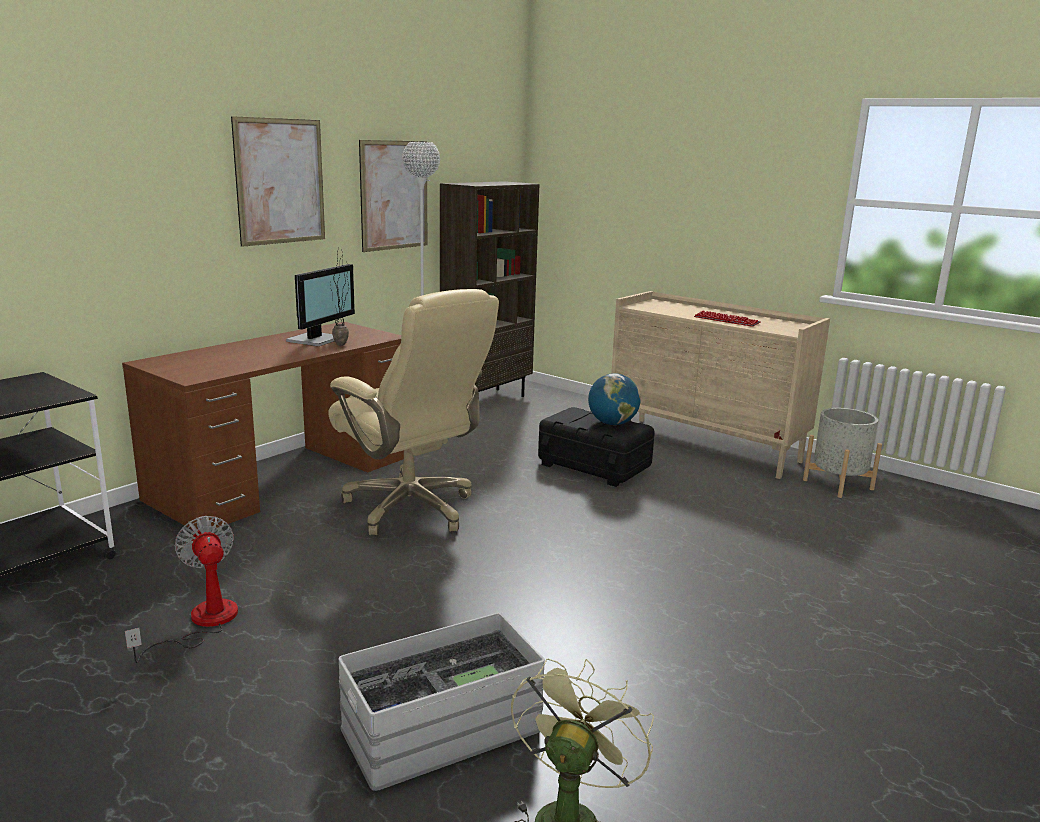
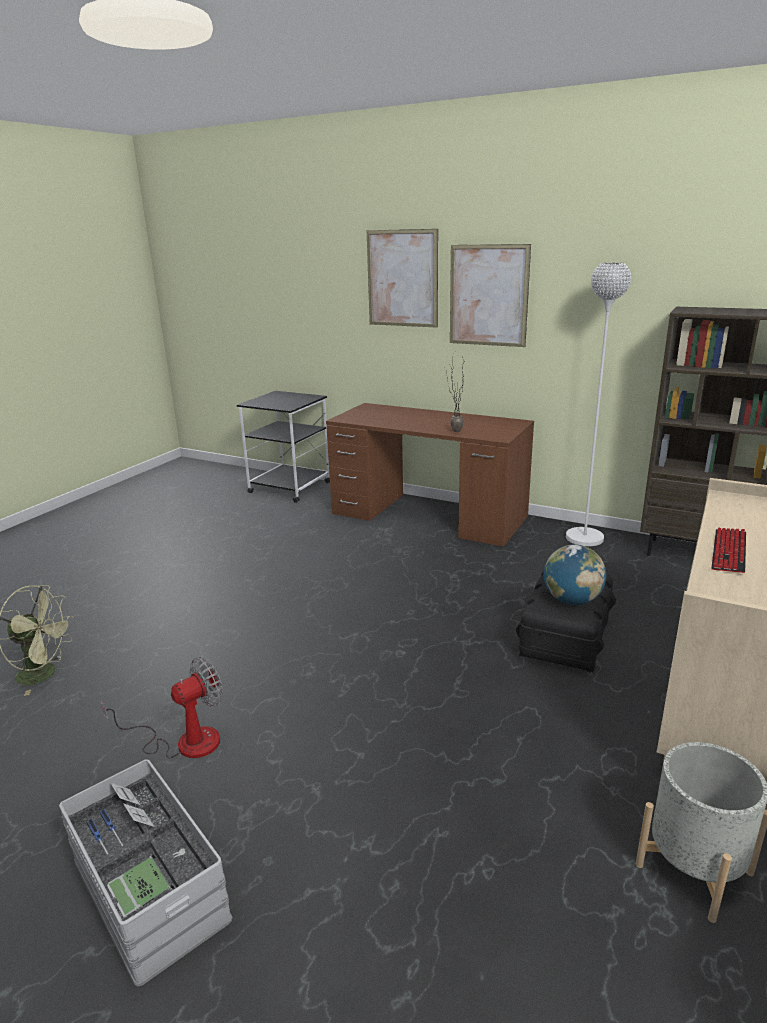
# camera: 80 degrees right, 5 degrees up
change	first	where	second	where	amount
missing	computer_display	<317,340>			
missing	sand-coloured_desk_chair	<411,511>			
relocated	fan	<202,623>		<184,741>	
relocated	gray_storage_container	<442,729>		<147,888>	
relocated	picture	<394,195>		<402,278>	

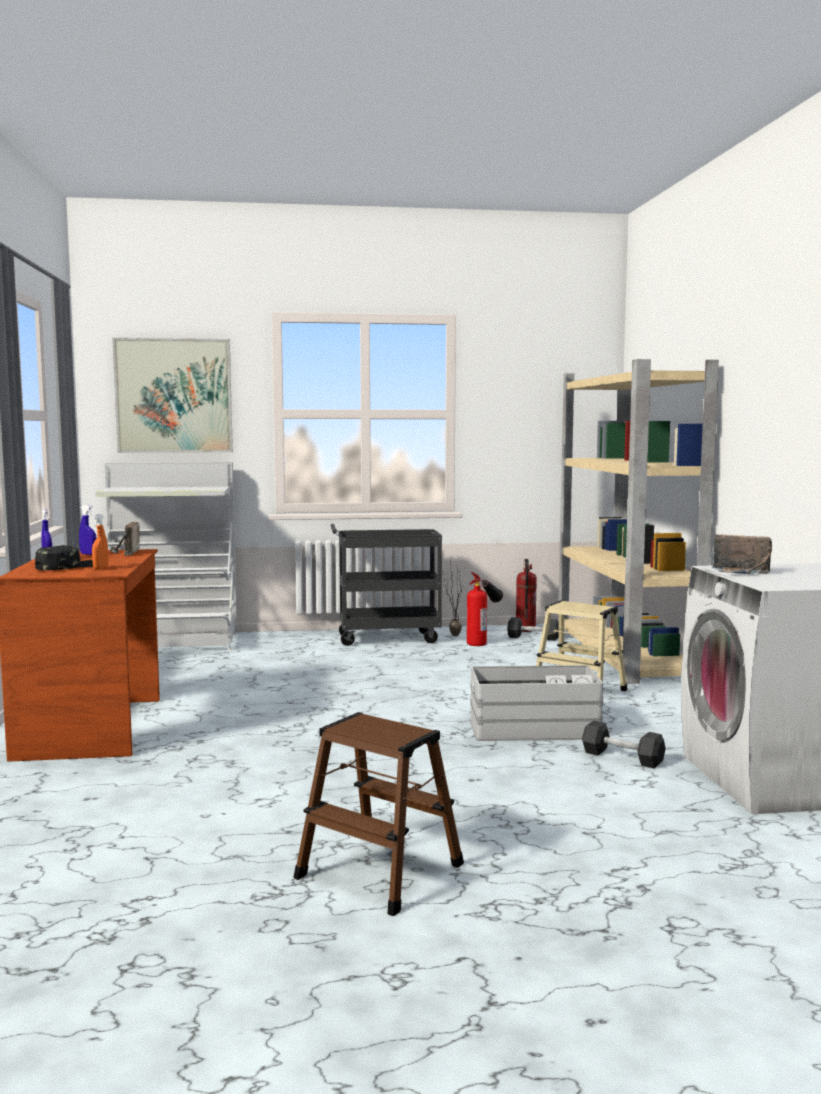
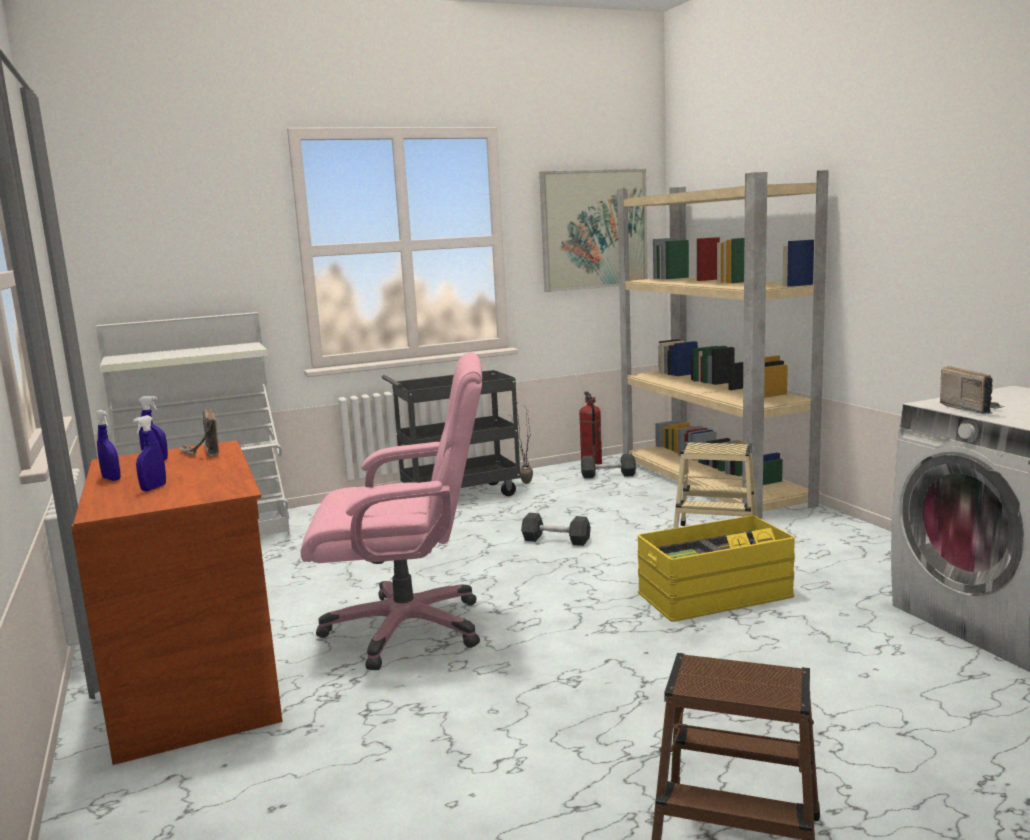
# camera: 15 degrees left, 5 degrees up
change	first	where	second	where	amount
missing	orange_sprayer	<100,568>			
missing	extinguisher	<483,640>			
appeared			pink_desk_chair	<407,628>	
relocated	picture	<174,396>		<594,230>	
relocated	gray_dumbbell	<622,758>		<556,540>	
exchanged	blackish_cap	<66,567>	blue_sprayer	<153,488>	
colour	gray_storage_container	<534,728>	yellow-coloured_storage_container	<714,593>	
spun	radio_receiver	<740,572>		<970,408>	120 degrees counterclockwise

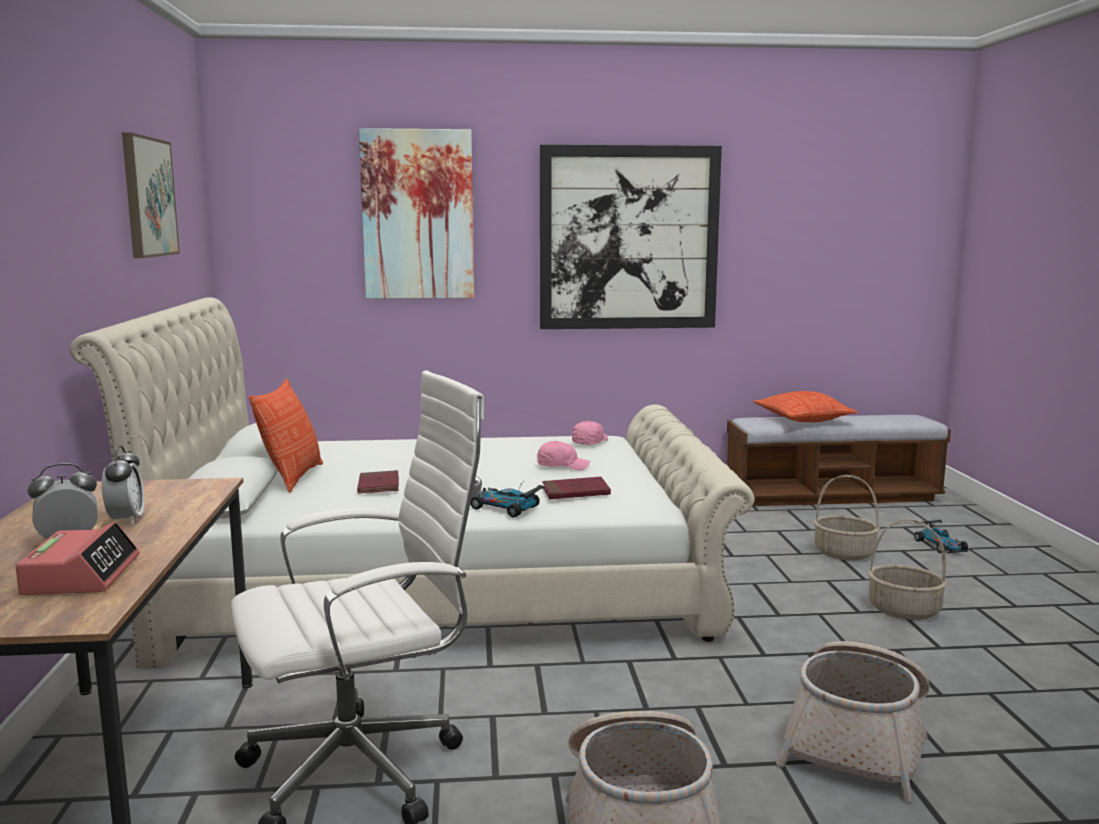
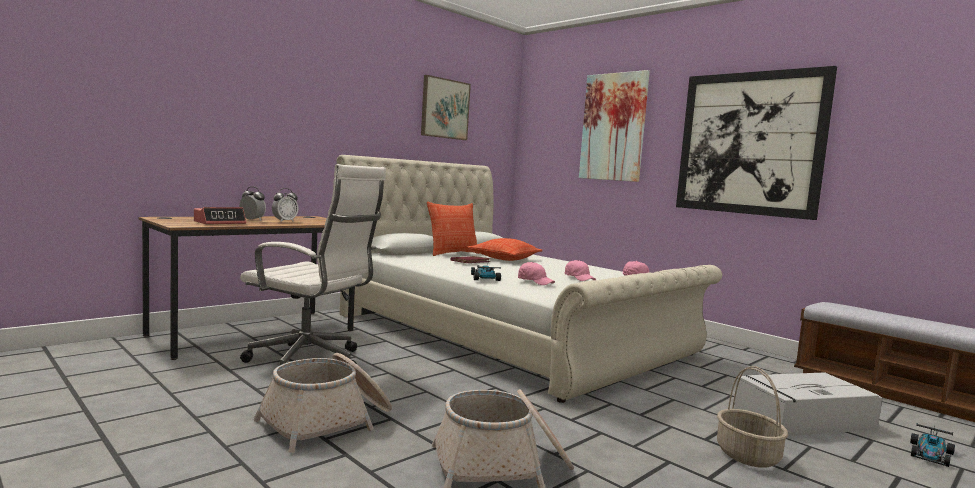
# camera: 50 degrees right, 5 degrees down
change	first	where	second	where	amount
relocated	orange_throw_pillow	<803,420>		<504,259>	
exchanged	red_book	<575,492>	pink_cap	<535,282>	
exchanged	basket	<843,553>	gray_storage_container	<802,419>	

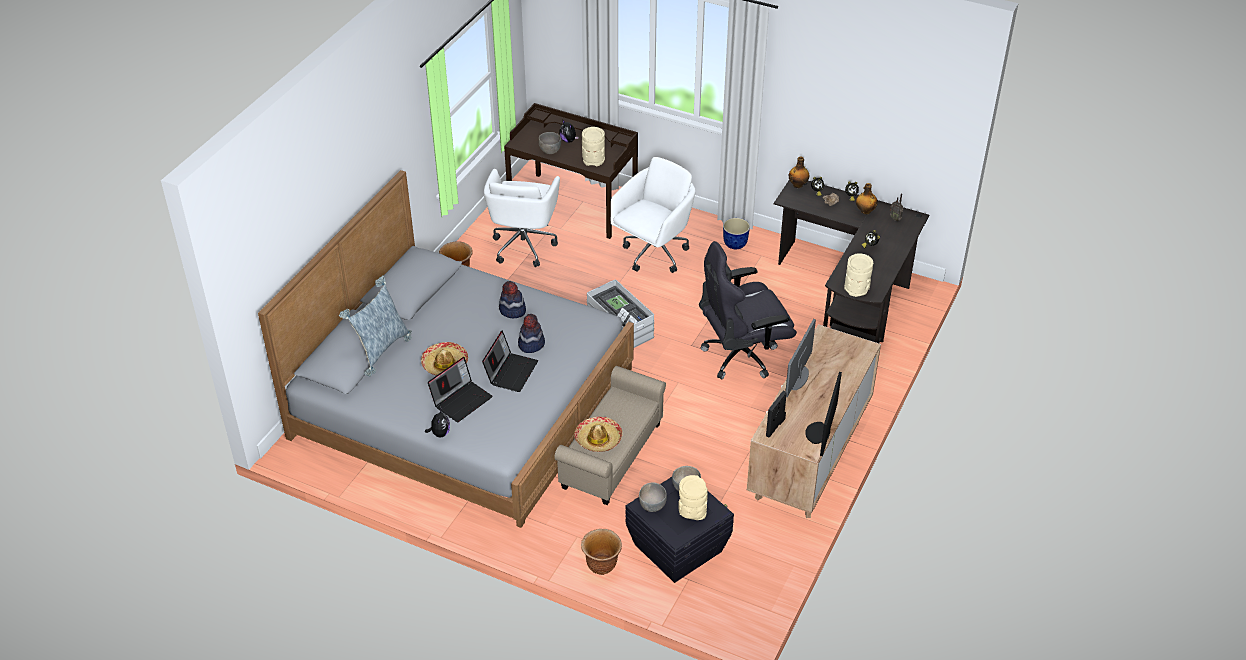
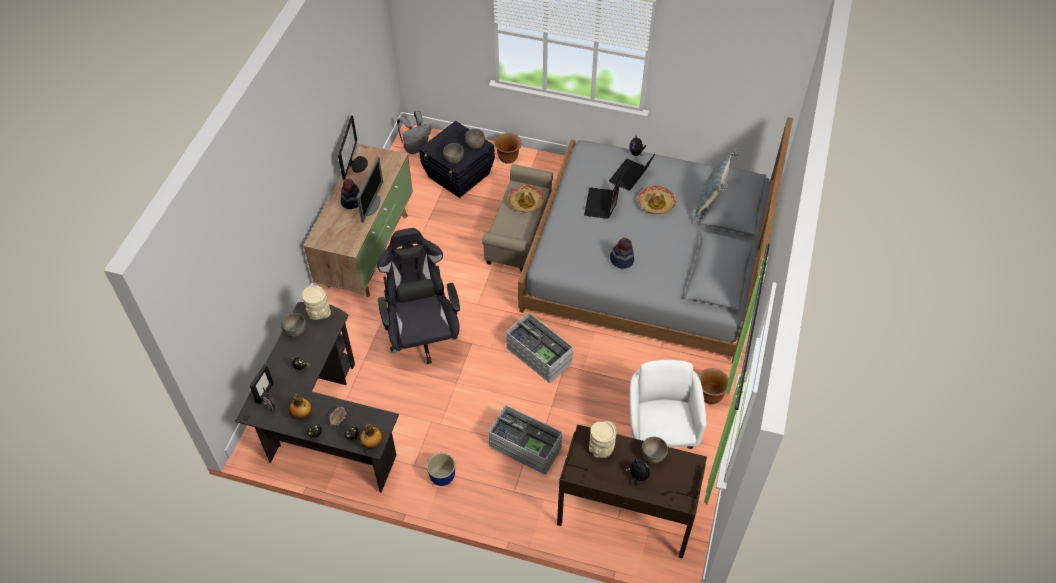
# camera: 170 degrees right, 10 degrees up
change	first	where	second	where	amount
missing	sand-coloured_flower_vase	<691,512>			
appeared			gray_bowl	<295,331>	
appeared			gray_knapsack	<416,147>	
relocated	clothing_hat	<531,344>		<352,201>	
relocated	photo_frame	<775,427>		<264,393>	
exchanged	white_desk_chair	<653,256>	gray_storage_container	<524,447>	
spun	blackish_desk_chair	<744,355>		<423,339>	75 degrees counterclockwise

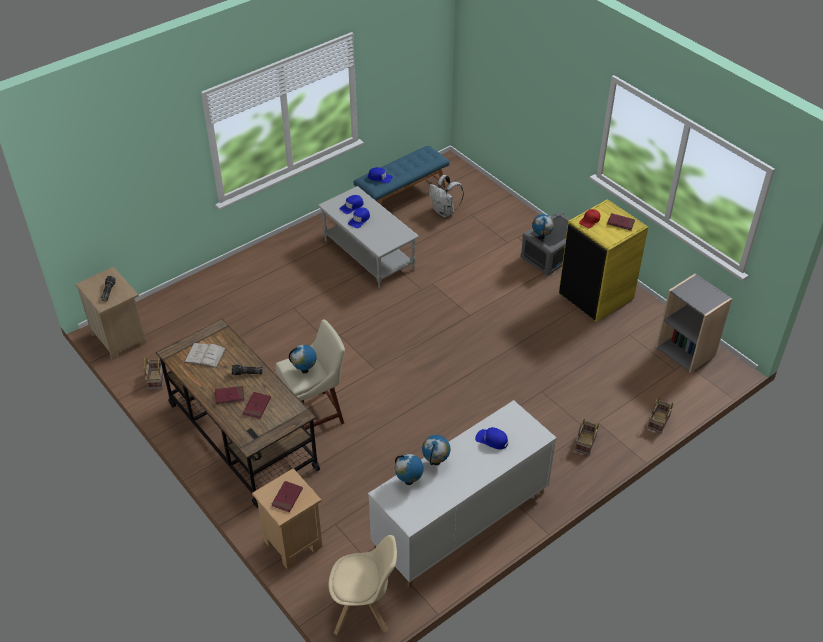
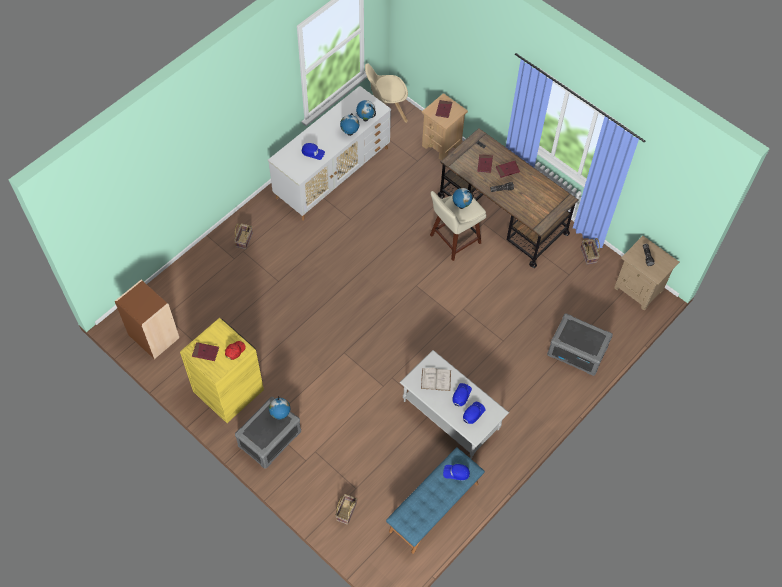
# camera: 170 degrees right, 15 degrees up
change	first	where	second	where	amount
missing	white_knapsack	<444,212>			
appeared			gray_storage_container	<577,351>	
relocated	white_book	<205,355>		<436,379>	
relocated	basket	<659,422>		<346,511>	
colour	gray_bookshelf	<686,351>	brown_bookshelf	<153,336>	

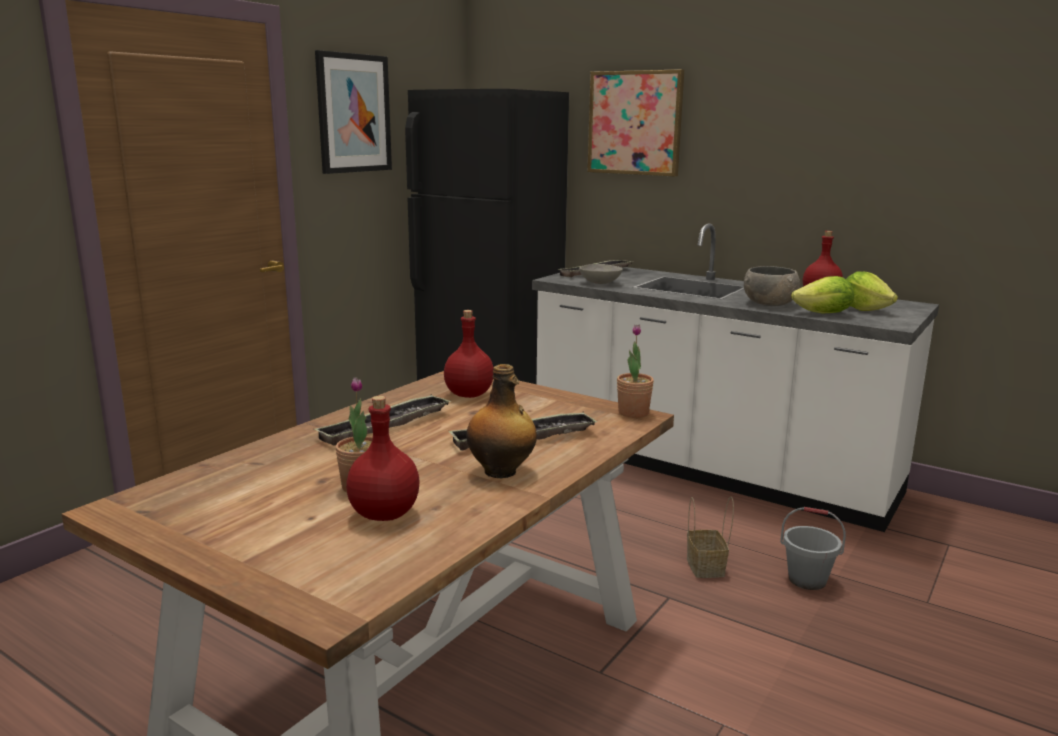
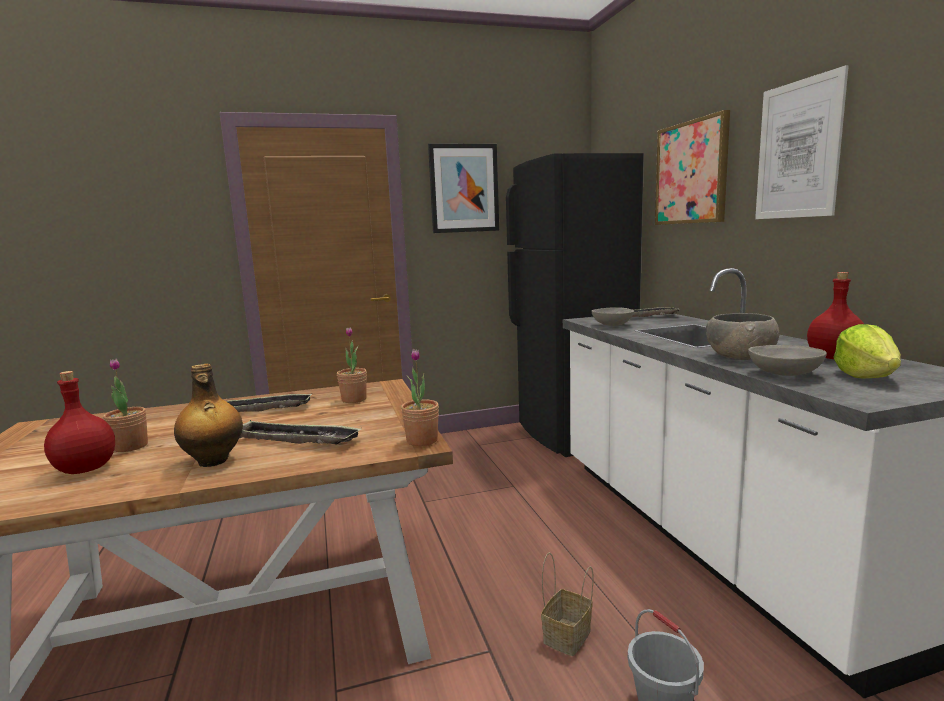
# camera: 40 degrees right, 5 degrees down
change	first	where	second	where	amount
appeared			picture	<798,150>	
exchanged	red_beverage_bottle	<468,394>	potted_plant	<354,399>	
exchanged	lettuce	<824,314>	gray_bowl	<785,374>	

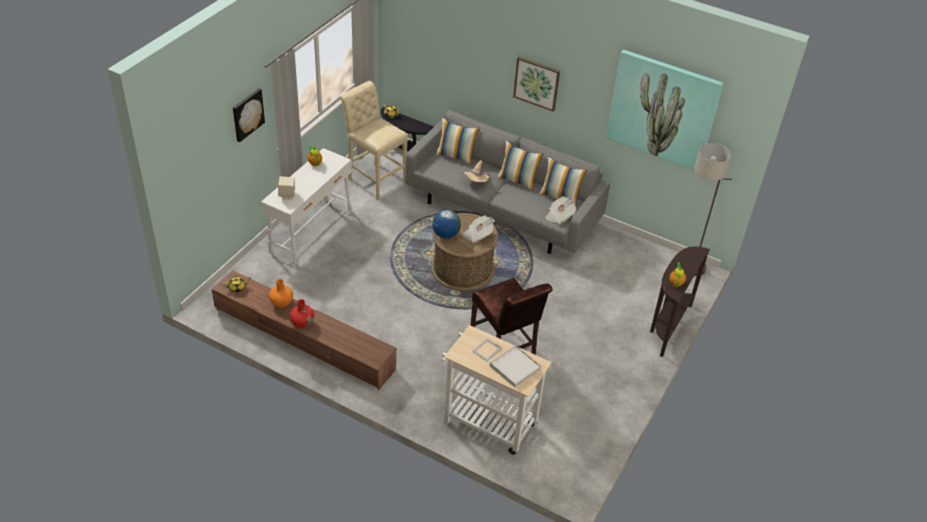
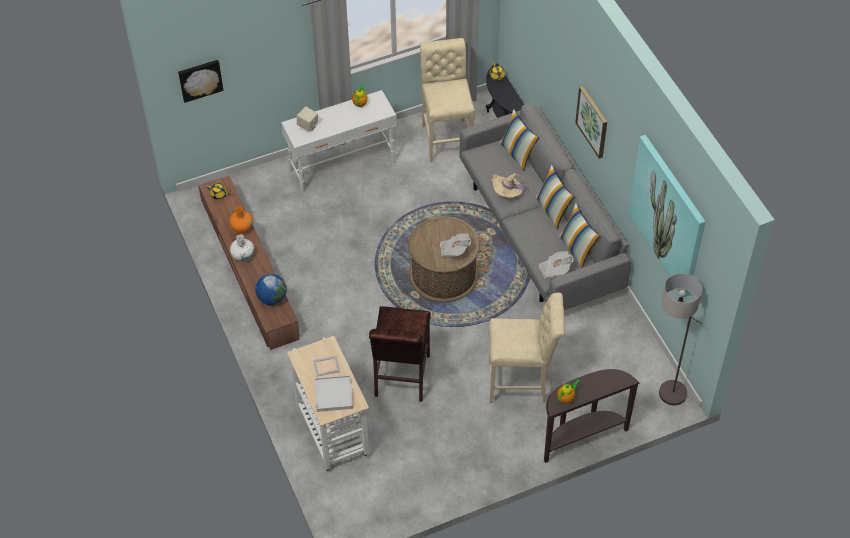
# camera: 40 degrees right, 10 degrees up
change	first	where	second	where	amount
appeared			sand-coloured_stool	<521,383>	
relocated	picture	<247,114>		<200,79>	
relocated	globe	<445,234>		<272,298>	
colour	red_flower_vase	<302,323>	white_flower_vase	<243,255>	

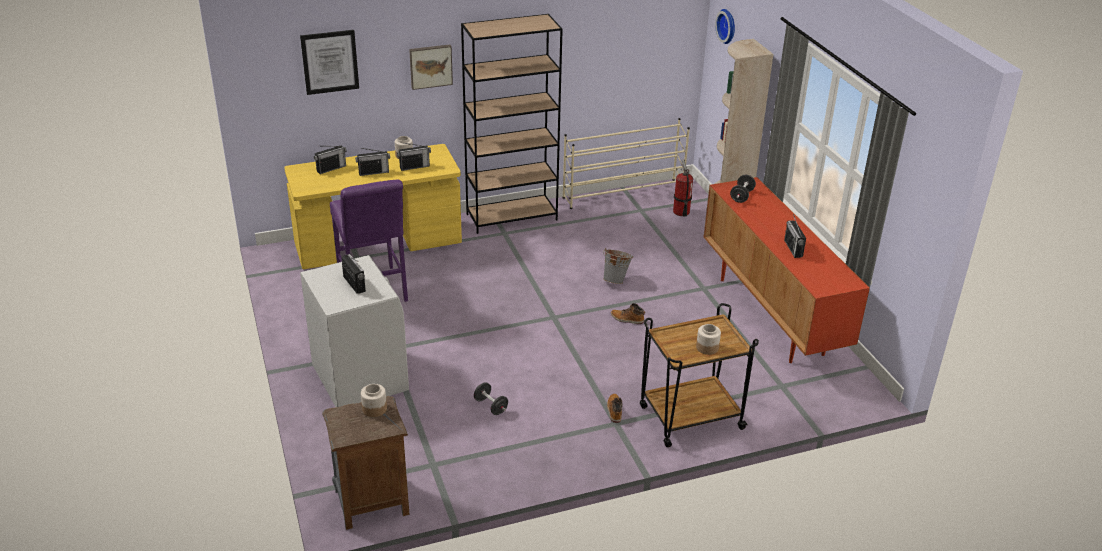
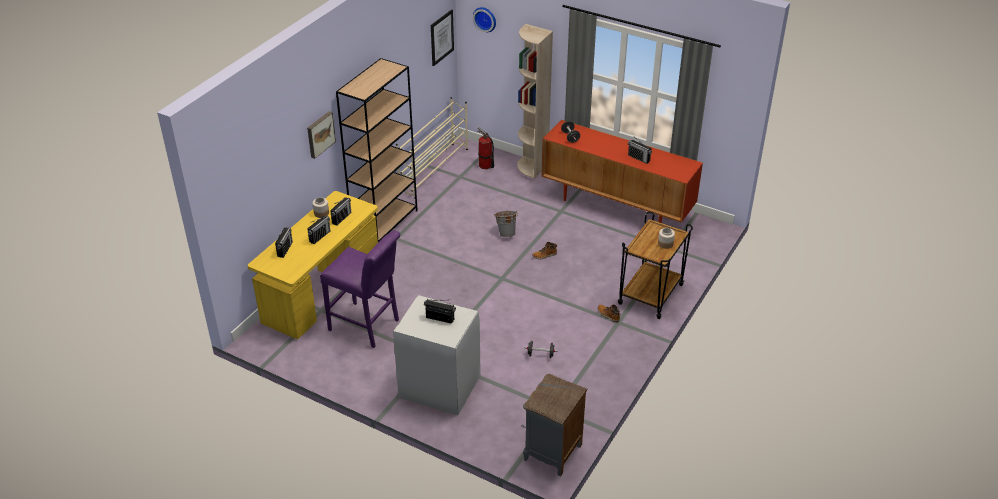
# camera: 40 degrees left, 5 degrees up
change	first	where	second	where	amount
missing	storage_jar	<374,409>			
relocated	picture	<330,62>		<441,37>	

